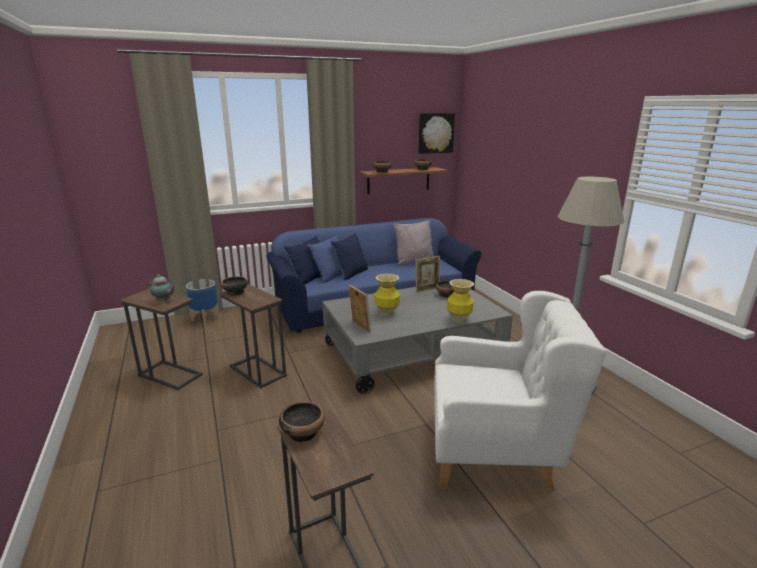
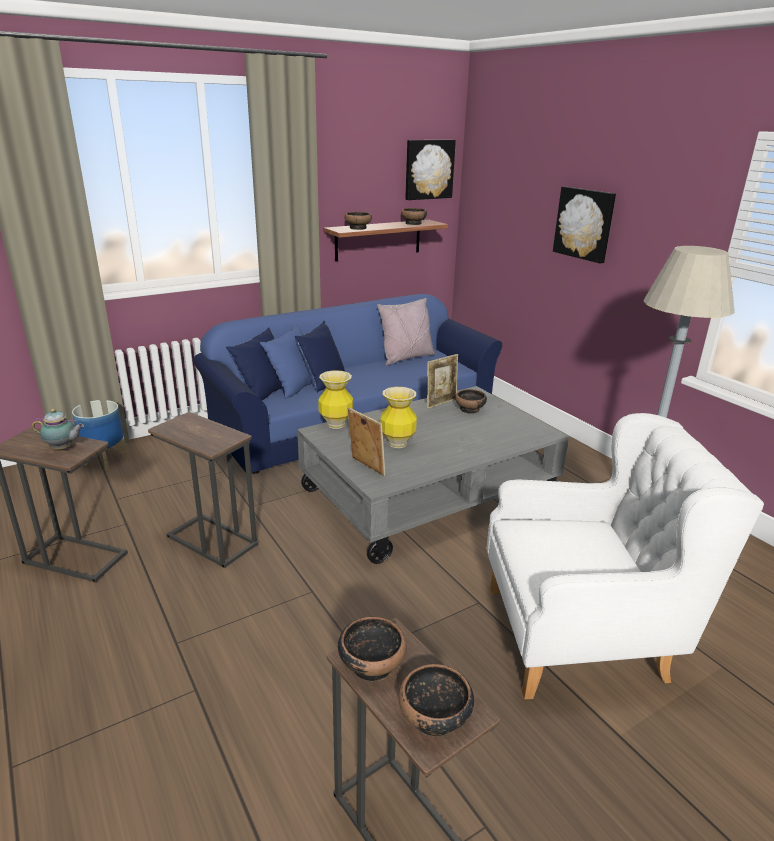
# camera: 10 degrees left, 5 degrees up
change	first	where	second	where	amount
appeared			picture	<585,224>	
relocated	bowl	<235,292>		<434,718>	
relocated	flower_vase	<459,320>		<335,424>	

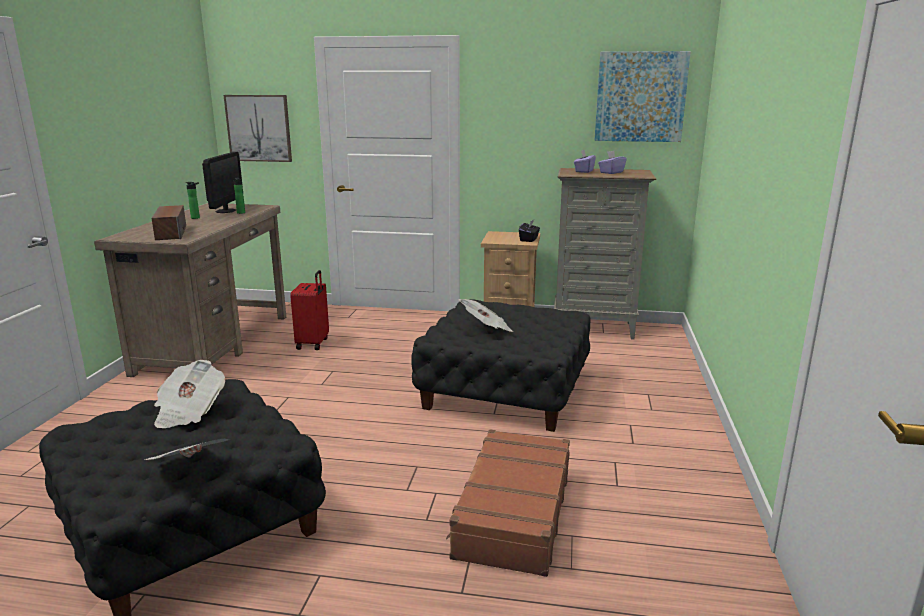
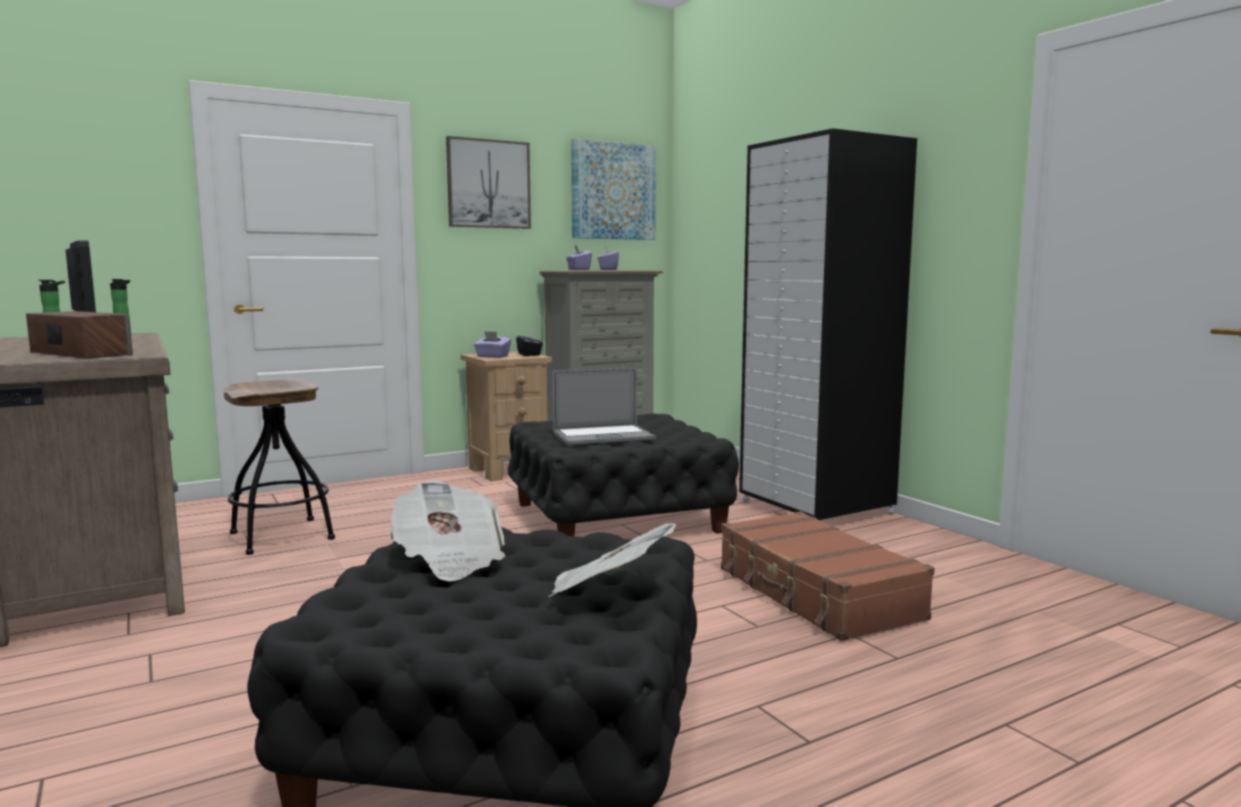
# camera: 40 degrees left, 10 degrees down
change	first	where	second	where	amount
appeared			purple_tissue_box	<492,356>	
appeared			clothes_cupboard	<816,508>	
relocated	picture	<259,128>		<488,184>	
exchanged	red_piece_of_luggage	<313,343>	brown_stool	<282,536>	
exchanged	daily_paper	<486,328>	notebook_computer	<603,436>	

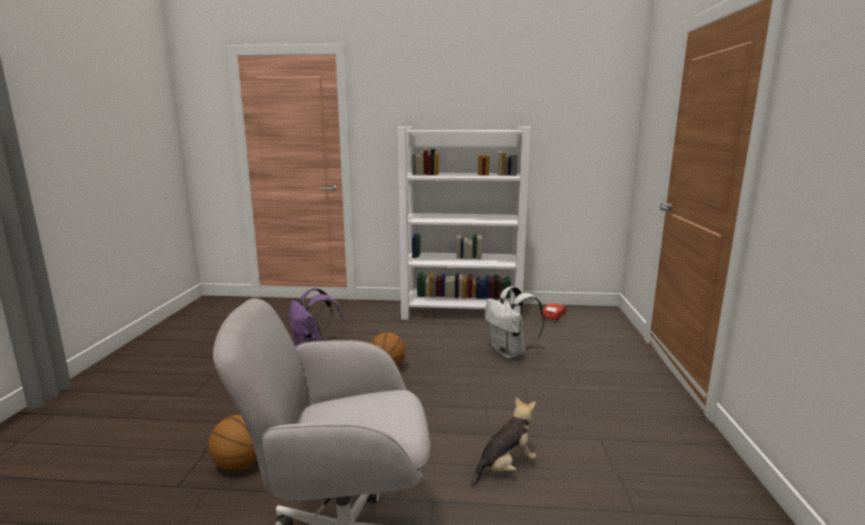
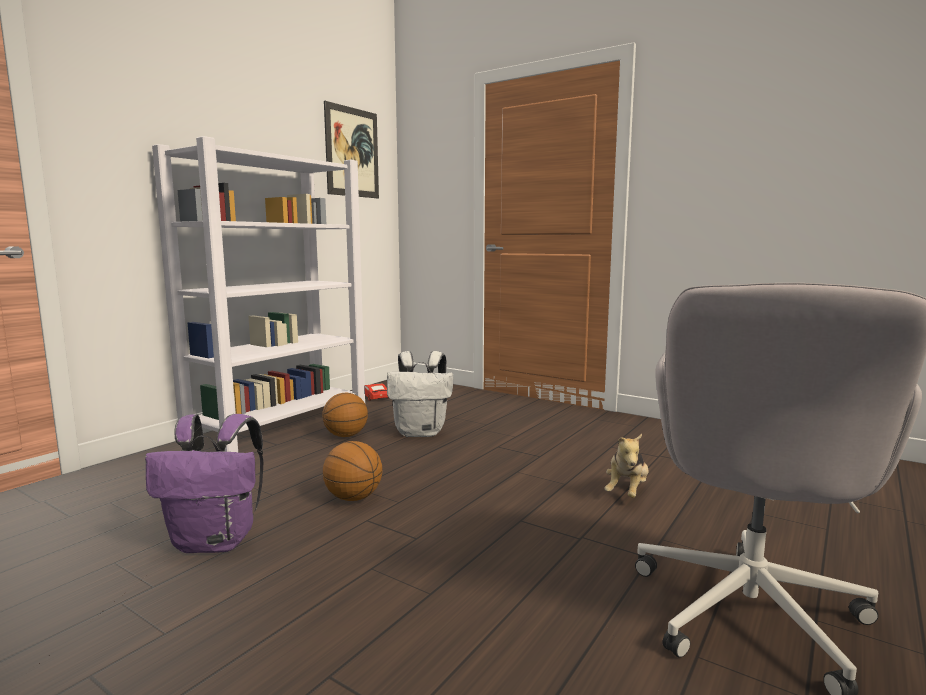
# camera: 60 degrees left, 5 degrees down
change	first	where	second	where	amount
appeared			picture	<352,152>	
relocated	basketball	<240,464>		<346,435>	
spun	plush_toy	<505,467>		<627,492>	150 degrees counterclockwise

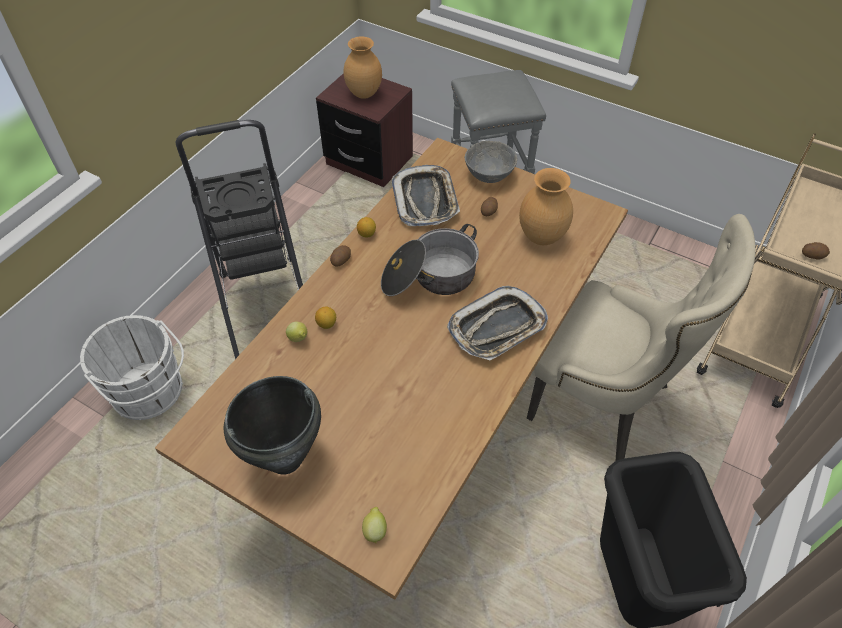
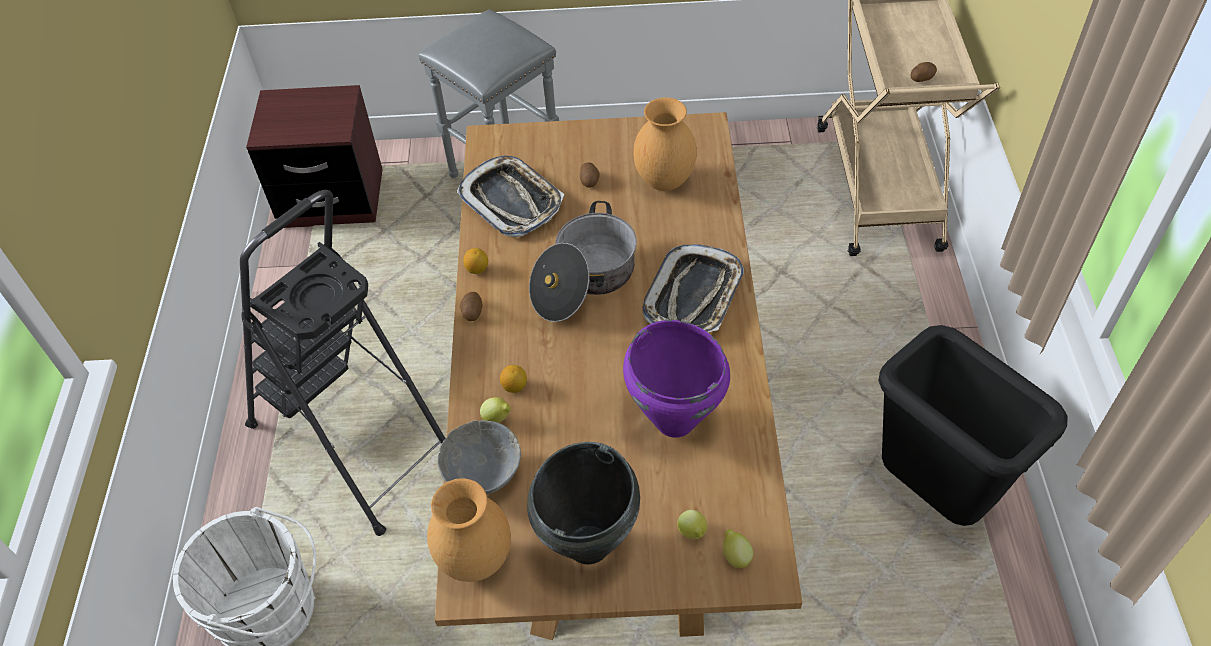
# camera: 30 degrees left, 0 degrees up
change	first	where	second	where	amount
missing	sand-coloured_upright_chair	<602,405>			
appeared			purple_cooking_pot	<675,420>	
appeared			citrus_fruit	<692,533>	
relocated	brown_flower_vase	<363,94>		<476,561>	
relocated	gray_bowl	<489,175>		<484,474>	

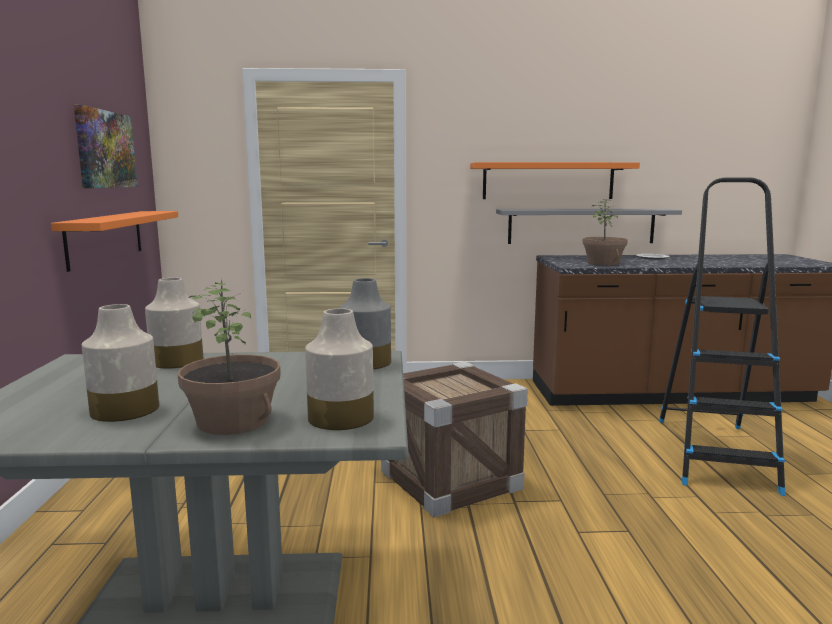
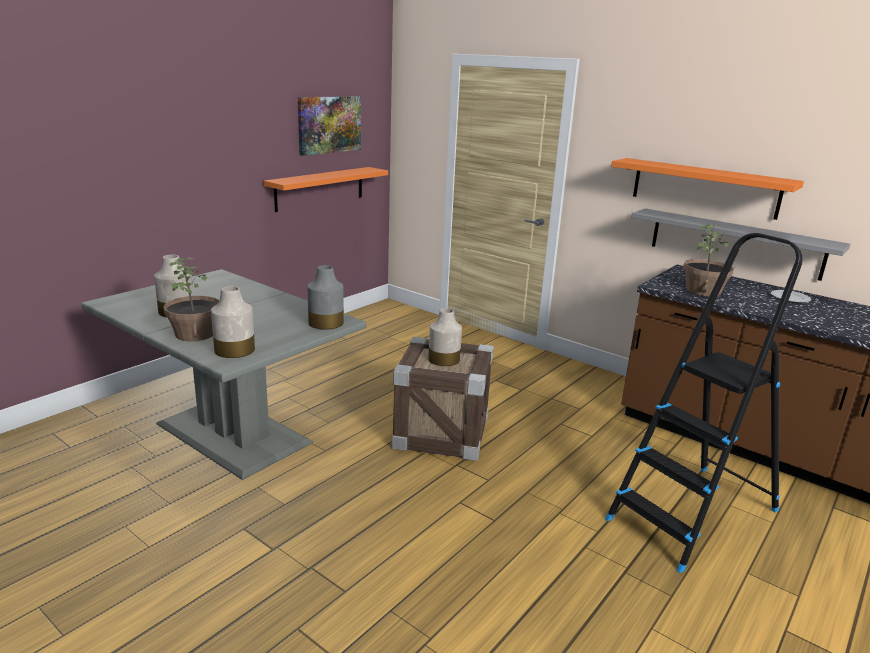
# camera: 40 degrees right, 10 degrees up
change	first	where	second	where	amount
relocated	sand-coloured_flower_vase	<176,361>		<443,359>	

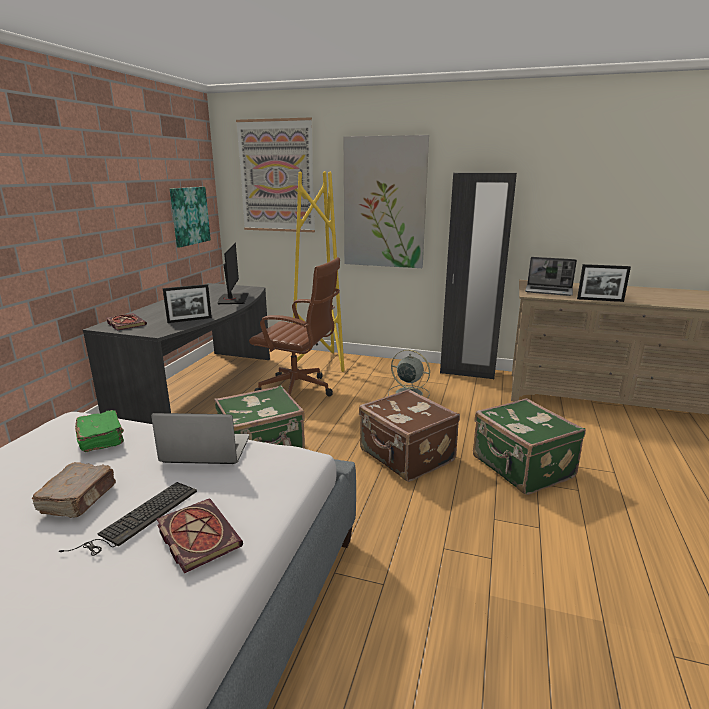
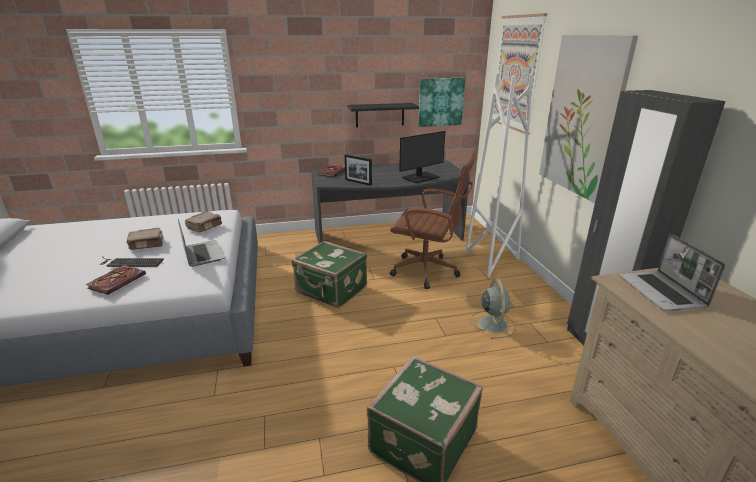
# camera: 60 degrees right, 5 degrees up
change	first	where	second	where	amount
missing	brown_piece_of_luggage	<406,456>			
missing	photo_frame	<600,300>			
appeared			blackish_bracket_shelf	<380,115>	
colour	green_book	<102,439>	brown_book	<205,227>	
colour	yellow-coloured_clothes_rack	<323,363>	white_clothes_rack	<490,262>	
spun	brown_desk_chair	<299,391>		<428,271>	60 degrees counterclockwise

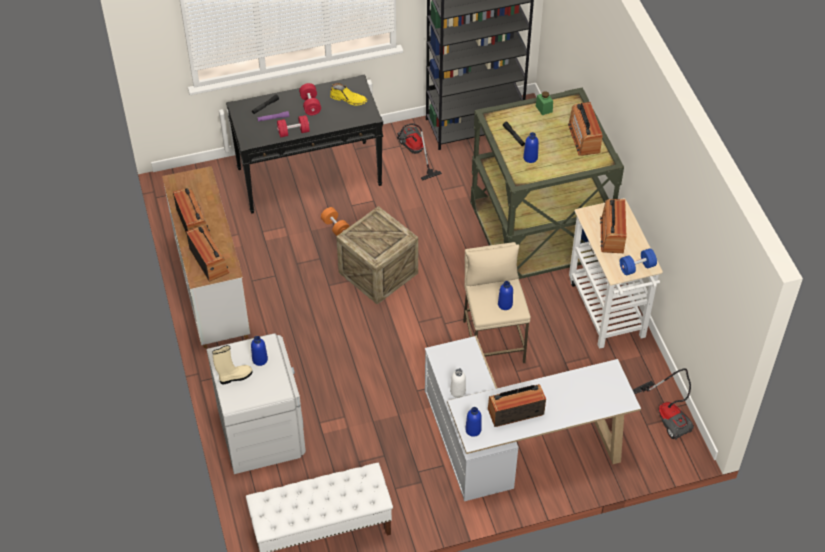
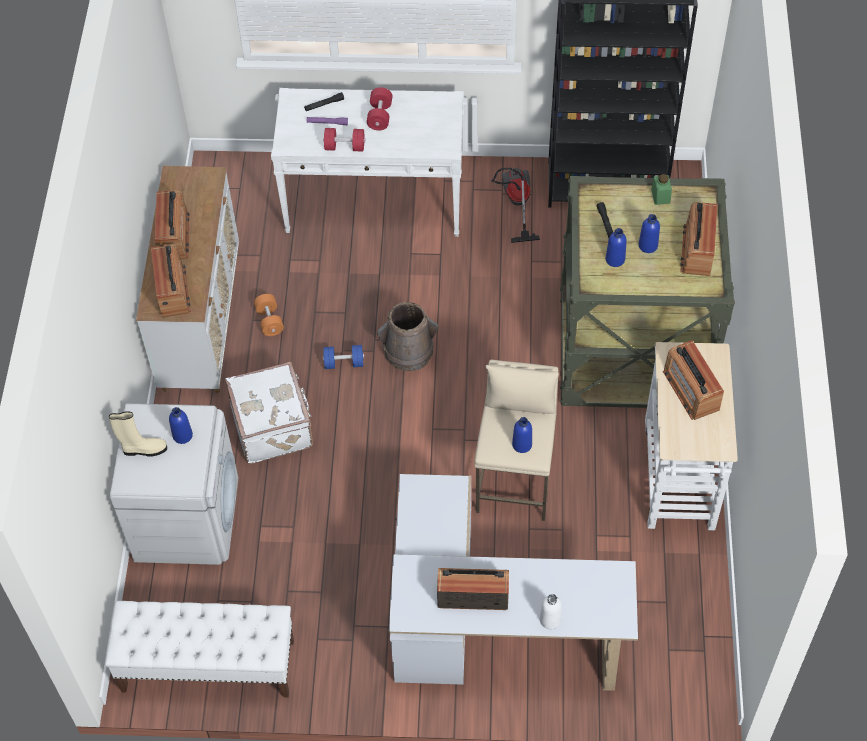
# camera: 20 degrees right, 5 degrees up
change	first	where	second	where	amount
missing	yellow-coloured_high-top_boot	<349,99>			
missing	vacuum_cleaner	<668,415>			
appeared			white_piece_of_luggage	<273,426>	
relocated	orange_dumbbell	<335,227>		<269,321>	
relocated	white_beverage_bottle	<458,391>		<550,619>	
relocated	blue_beverage_bottle	<473,430>		<648,245>	
relocated	blue_dumbbell	<637,267>		<344,363>	
exchanged	shipping_crate	<378,273>	brown_pail	<408,350>	
colour	blackish_console_table	<309,176>	white_console_table	<375,202>	
spun	radio_receiver	<612,234>		<690,390>	45 degrees counterclockwise

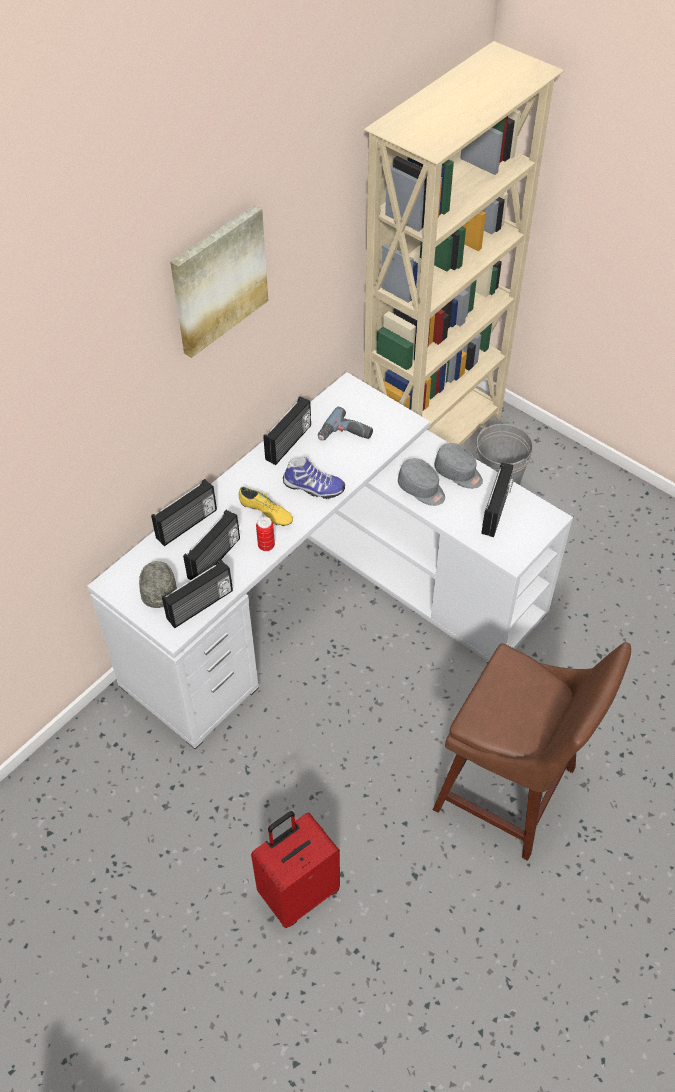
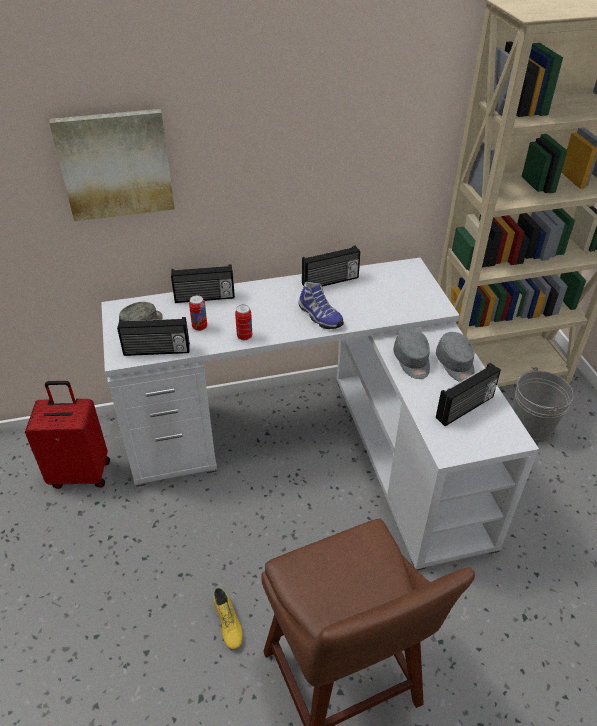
# camera: 35 degrees right, 10 degrees down
change	first	where	second	where	amount
missing	power_drill	<345,435>			
relocated	picture	<218,280>		<115,164>	
relocated	yellow-coloured_item_of_footwear	<266,513>		<227,623>	
relocated	red_piece_of_luggage	<298,892>		<81,473>	
exchanged	radio_receiver	<215,559>	metal_can	<199,327>	

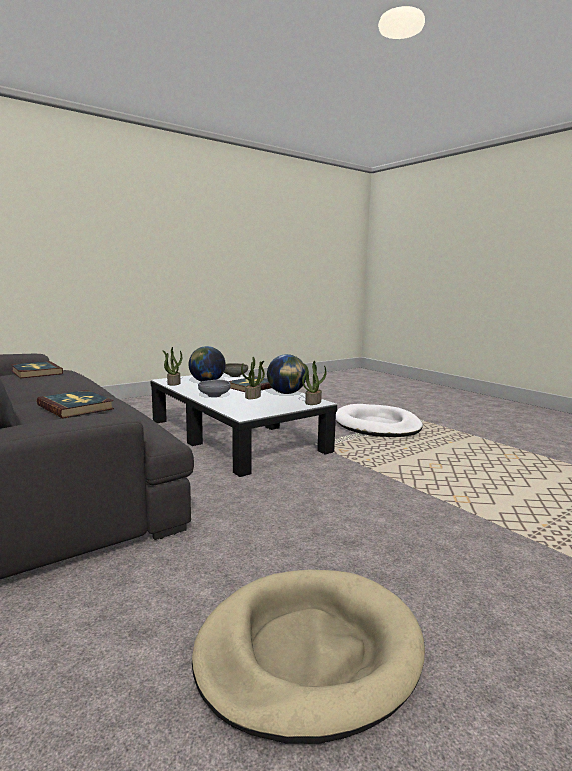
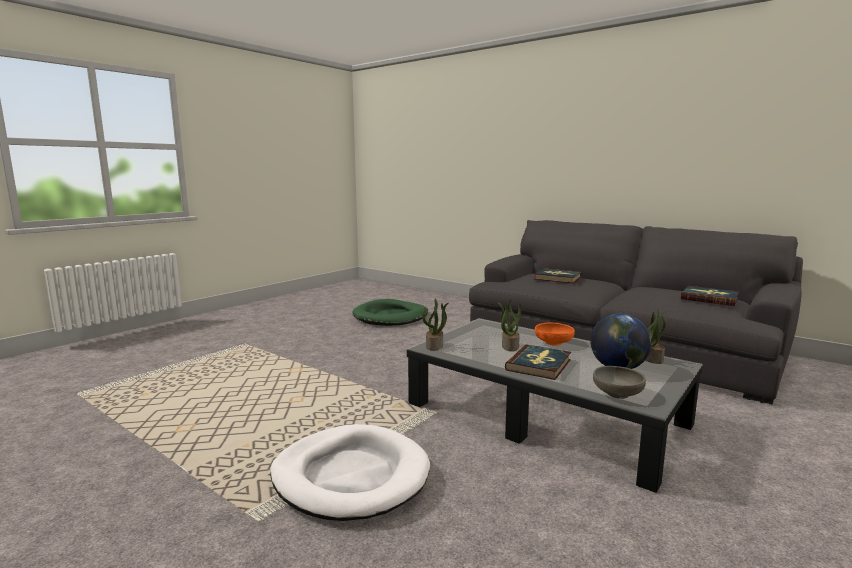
# camera: 165 degrees right, 0 degrees up
change	first	where	second	where	amount
missing	globe	<286,393>			
colour	sand-coloured_dog_cushion	<308,653>	green_dog_cushion	<391,316>	
colour	gray_bowl	<214,395>	orange_bowl	<553,343>	

